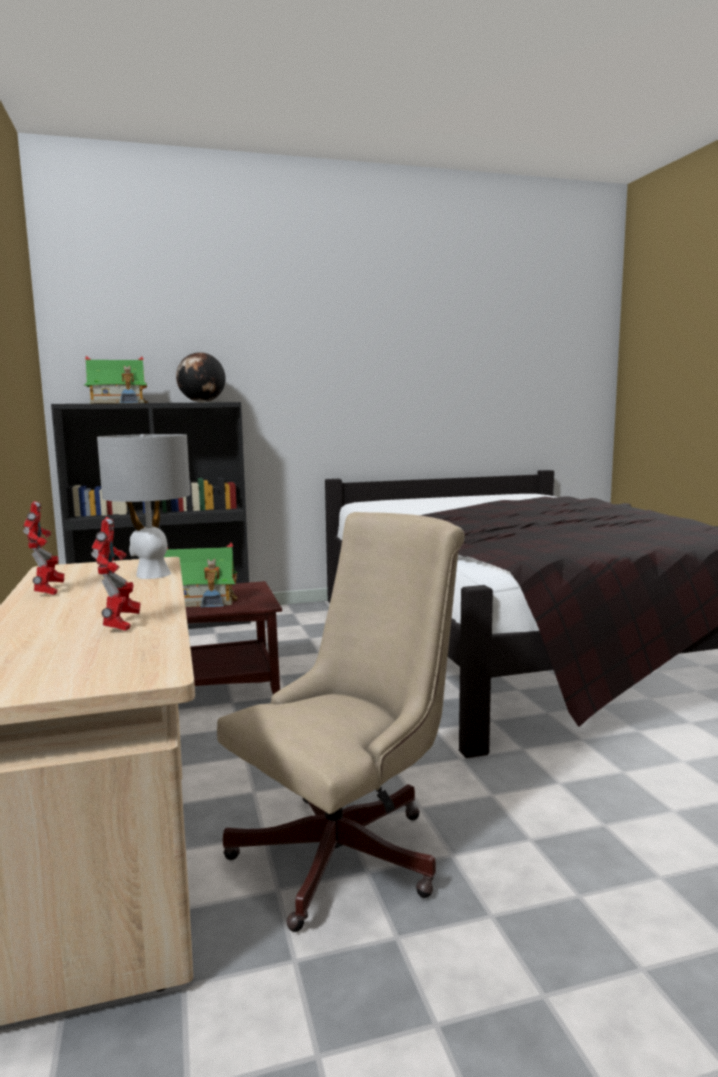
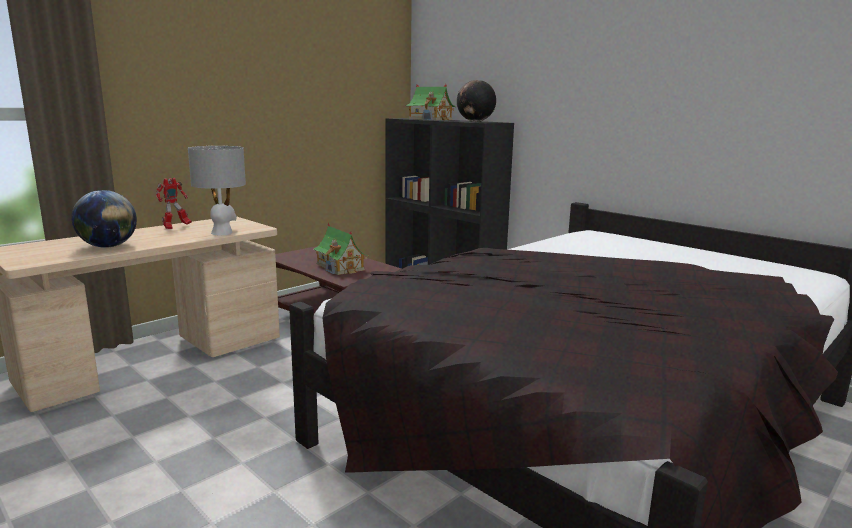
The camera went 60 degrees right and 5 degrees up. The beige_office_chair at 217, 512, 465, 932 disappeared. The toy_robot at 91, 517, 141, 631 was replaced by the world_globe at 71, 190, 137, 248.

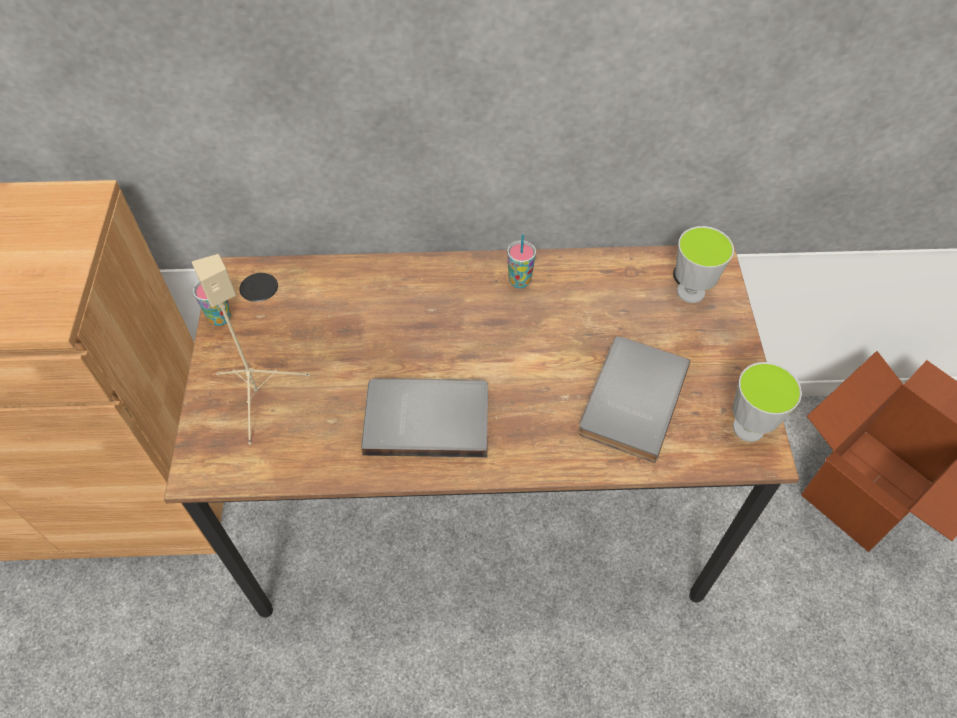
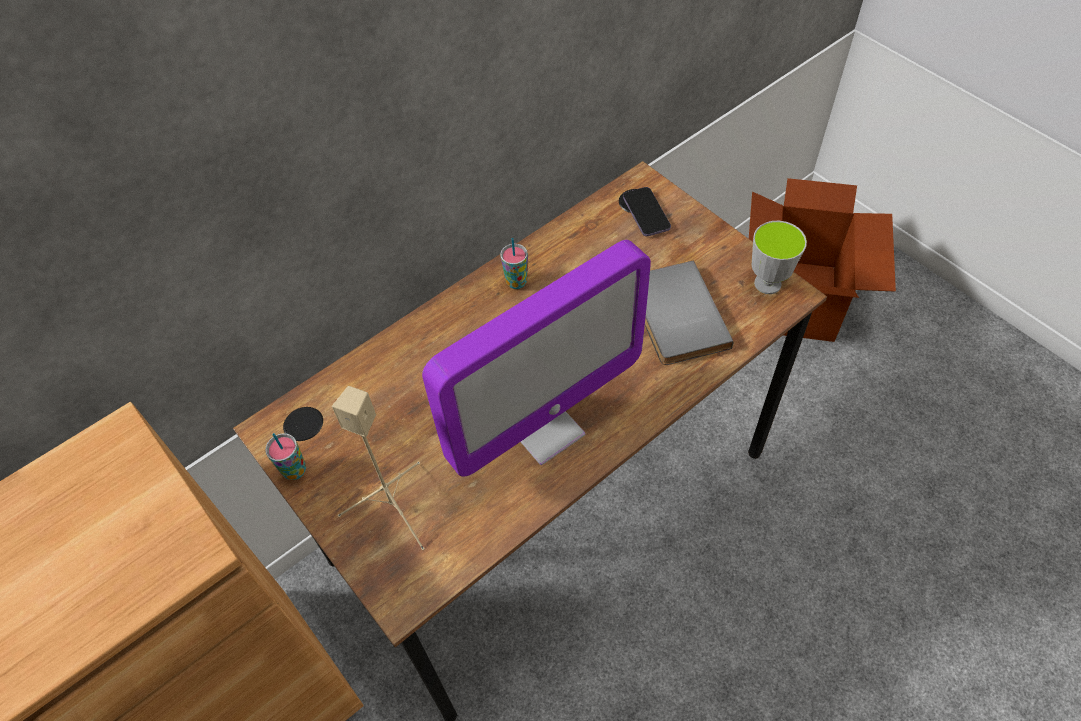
The camera went 35 degrees left and 0 degrees up. The gray_bound_book at 361, 378, 488, 457 was replaced by the monitor at 422, 240, 651, 477. The cup at 675, 226, 734, 303 was replaced by the handset at 623, 187, 671, 236.

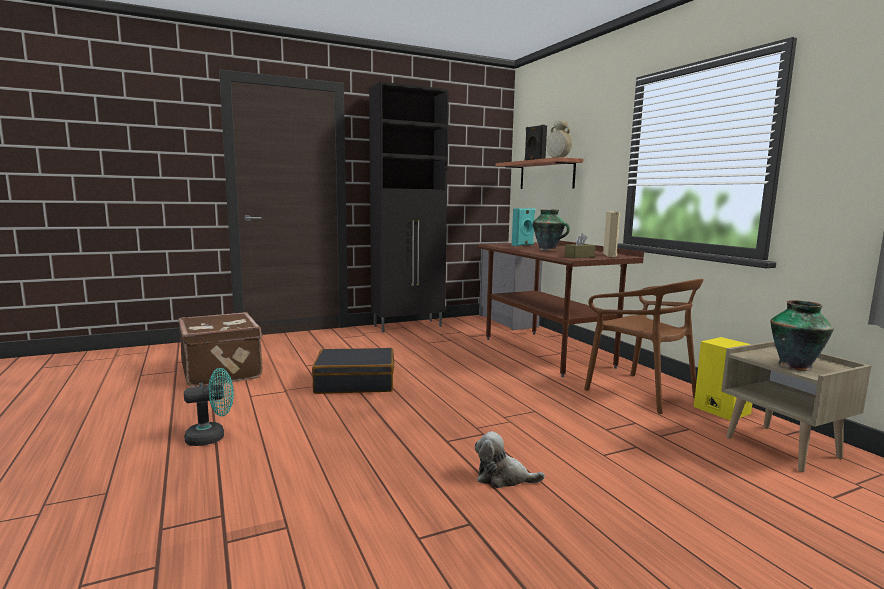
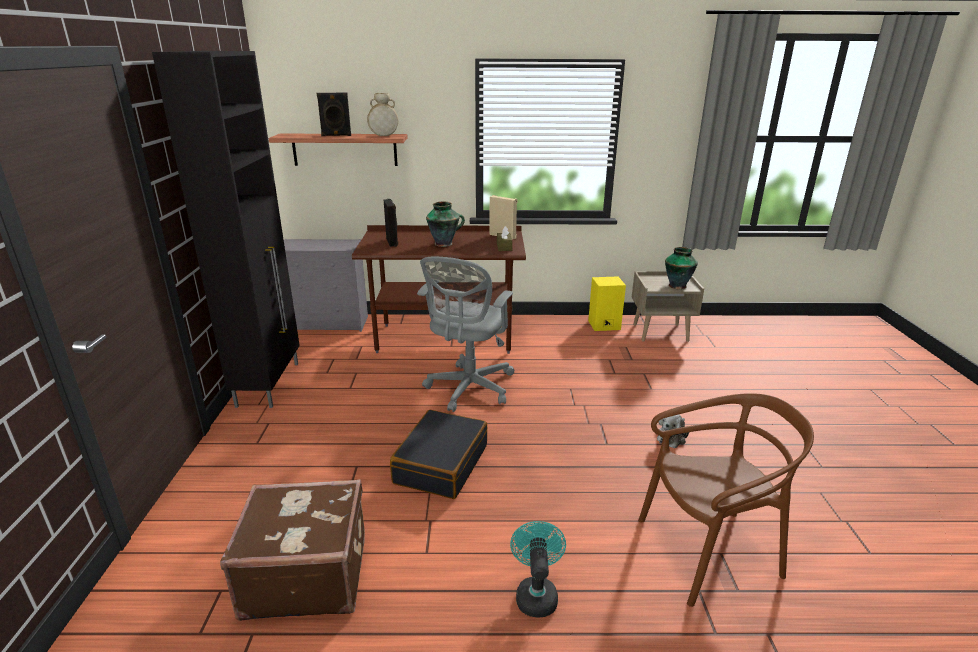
The camera went 65 degrees left and 15 degrees up. The gray_office_chair at 417, 257, 515, 412 appeared. The brown-coloured_chair moved from 584, 279, 703, 414 to 638, 393, 814, 607. The turquoise_loudspeaker at 512, 208, 535, 246 became the black_loudspeaker at 384, 199, 398, 247.

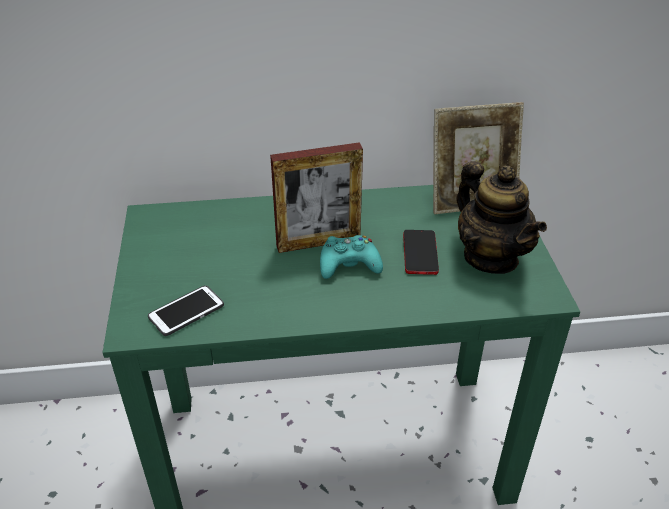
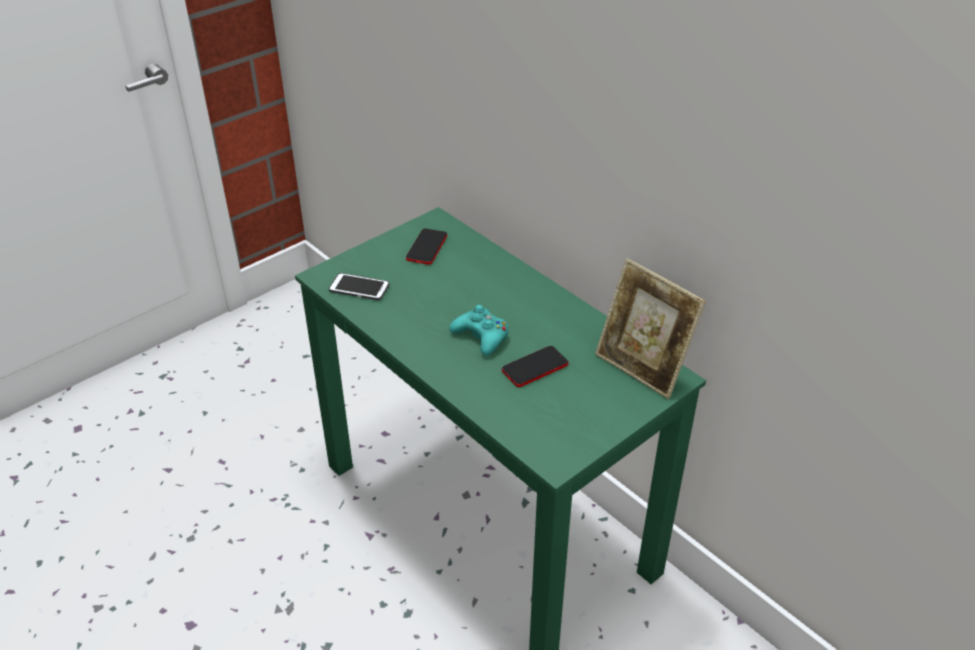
The camera went 55 degrees right and 0 degrees up. The photo_frame at 270, 142, 363, 253 disappeared. The pot_for_tea at 456, 161, 547, 274 disappeared. The handset at 406, 228, 447, 265 appeared.

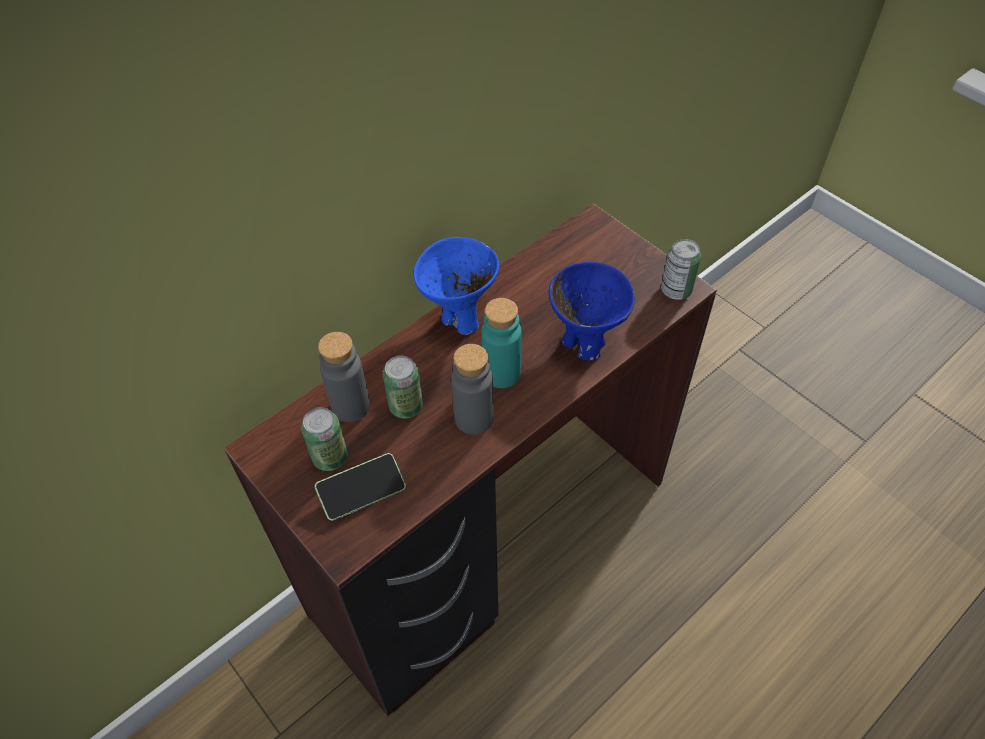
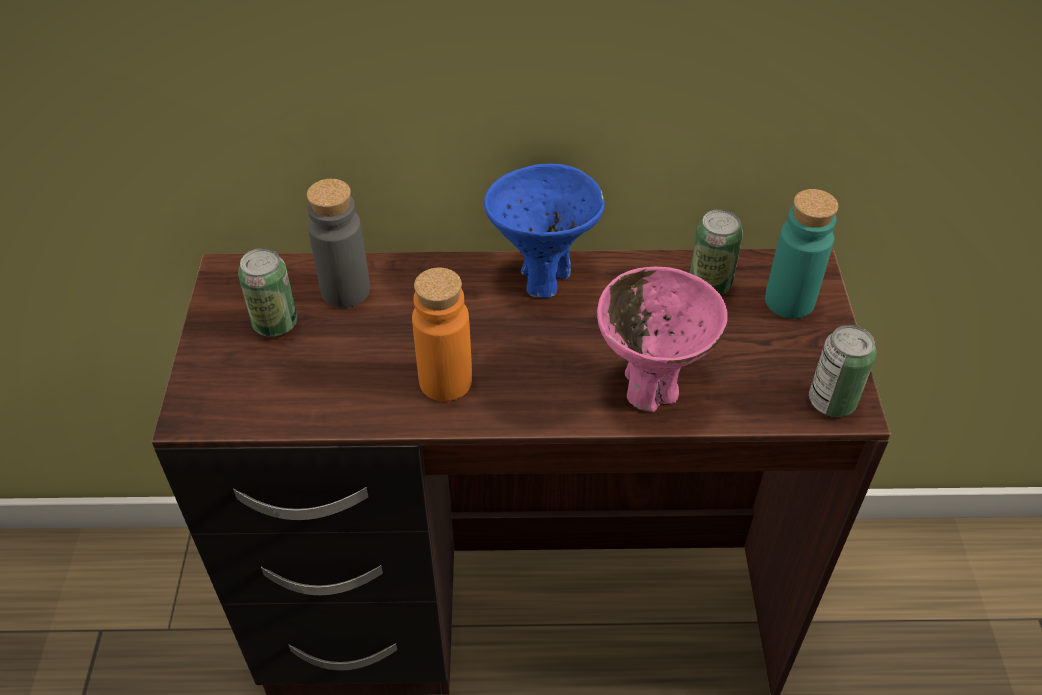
The camera went 40 degrees right and 5 degrees down. The handset at 315, 453, 406, 521 disappeared. The metal_can moved from 383, 356, 423, 418 to 690, 209, 743, 295. The turquoise_drink_bottle moved from 482, 298, 522, 388 to 765, 189, 839, 319. The gray_drink_bottle at 451, 344, 494, 435 became the orange_drink_bottle at 412, 268, 472, 401. The bluish_bowl at 549, 262, 635, 360 became the pinkish_bowl at 597, 267, 728, 412.

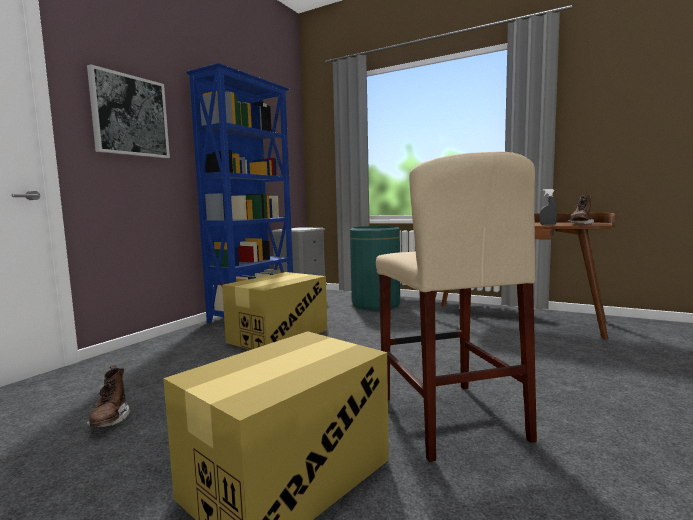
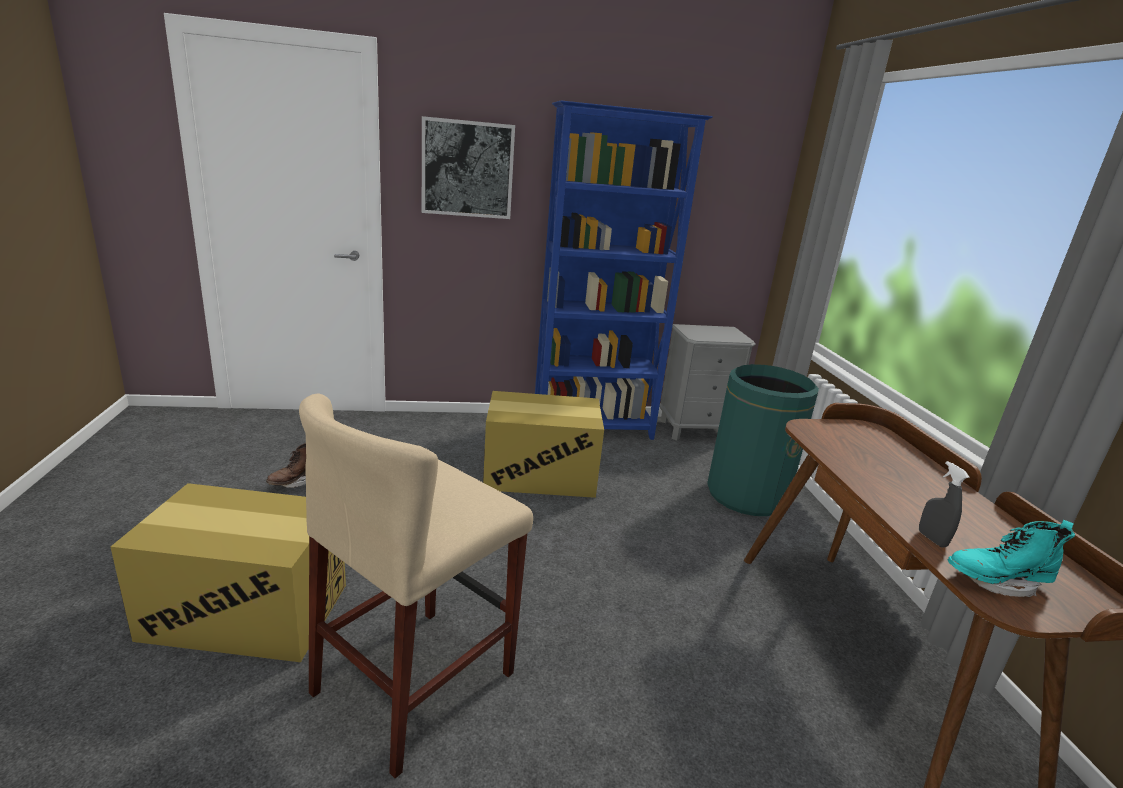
The camera went 50 degrees right and 15 degrees up. The brown-coloured_tall_boot at 568, 195, 594, 224 became the turquoise_tall_boot at 948, 520, 1075, 597.

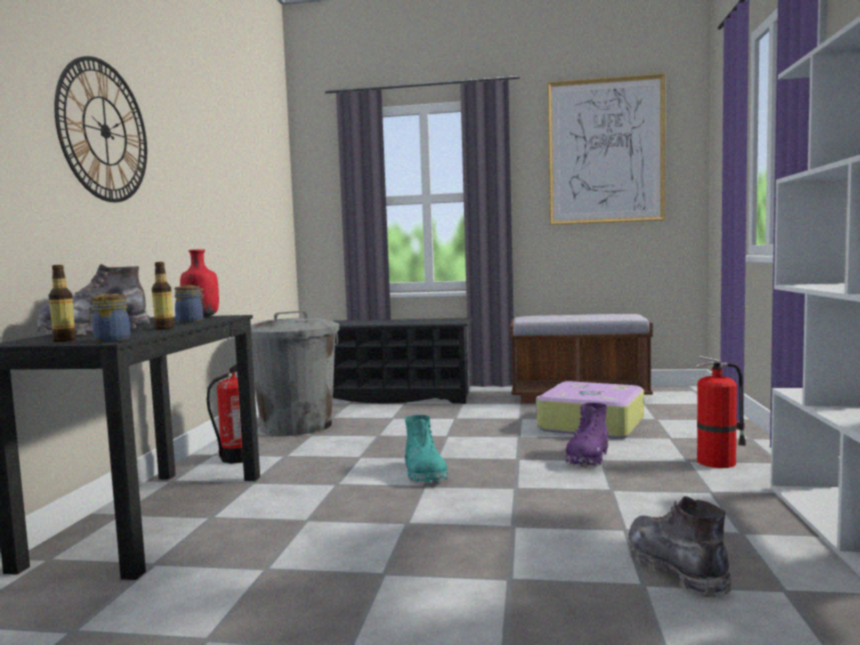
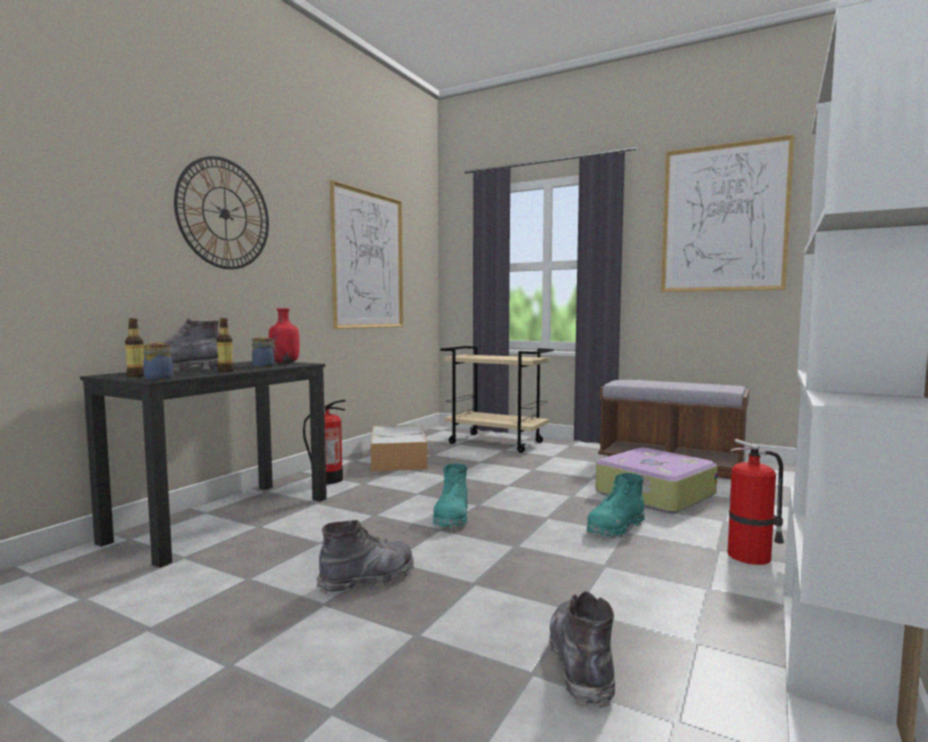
The camera went 20 degrees right and 0 degrees up. The gray_tall_boot at 317, 520, 414, 594 appeared. The wall_art at 330, 180, 403, 329 appeared. The gray_rubbish_bin at 251, 311, 339, 436 was replaced by the storage_bin at 371, 425, 428, 471. The black_shoe_shelf at 333, 318, 473, 404 was replaced by the beige_wheeled_cart at 440, 346, 554, 453. The purple-coloured_tall_boot at 565, 403, 608, 468 became the turquoise_tall_boot at 587, 473, 645, 538.

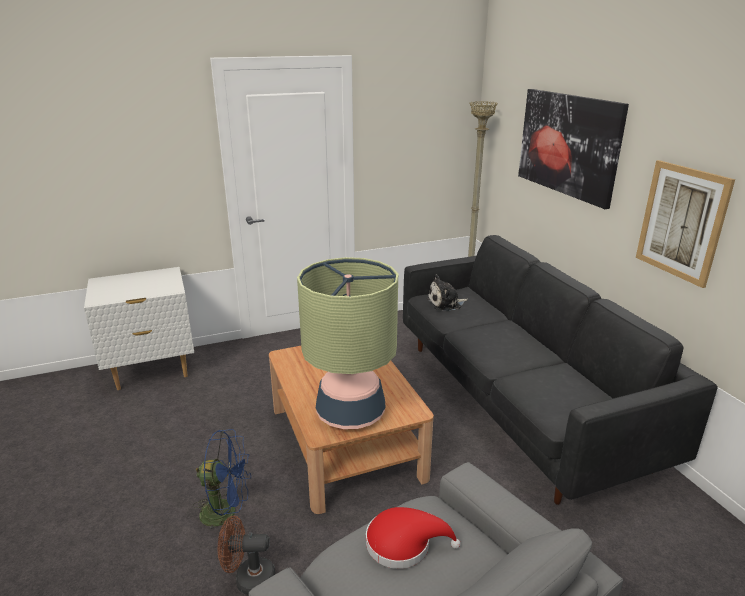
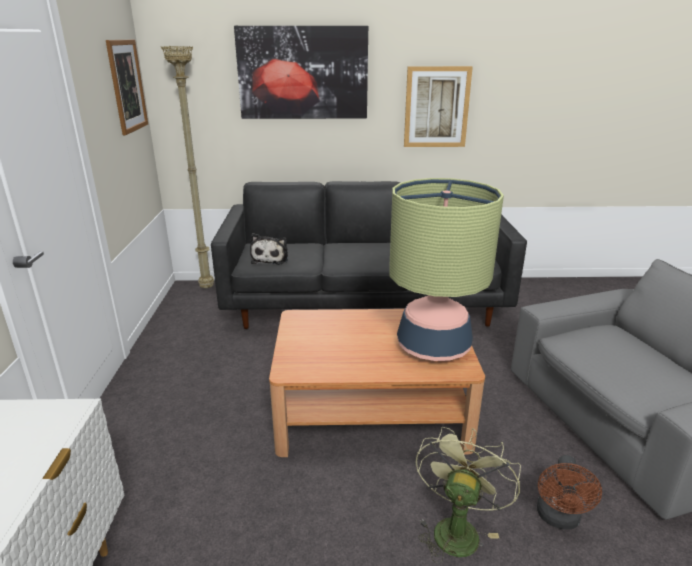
The camera went 70 degrees left and 0 degrees up. The red_clothing_hat at 366, 507, 461, 569 disappeared. The wall_art at 106, 39, 148, 135 appeared. The bluish_electric_fan at 192, 429, 251, 538 became the green_electric_fan at 416, 427, 521, 564.

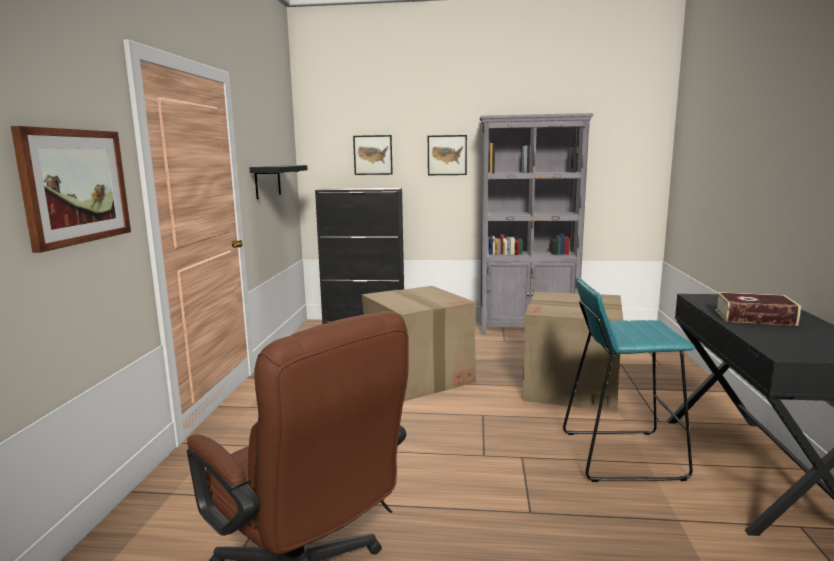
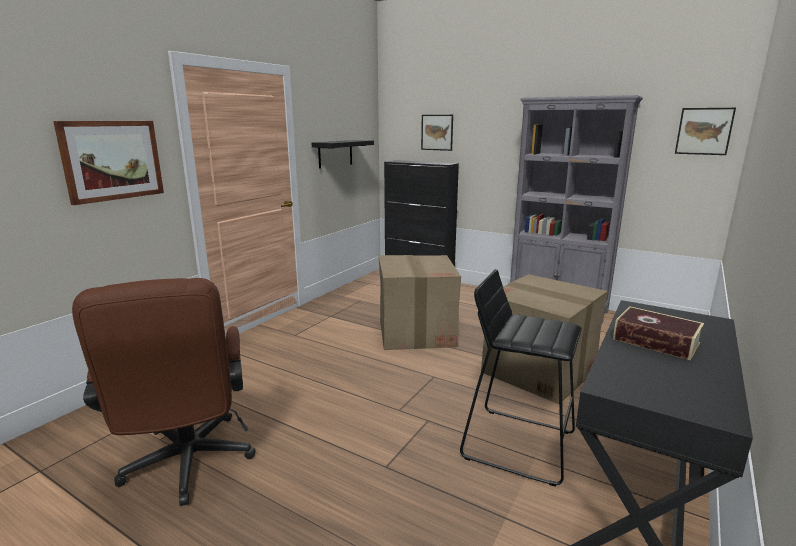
The camera went 25 degrees right and 5 degrees up. The wall_art moved from 428, 135, 467, 175 to 675, 108, 736, 155. The turquoise_sitting_stool at 563, 278, 695, 482 became the black_sitting_stool at 460, 269, 582, 486.

